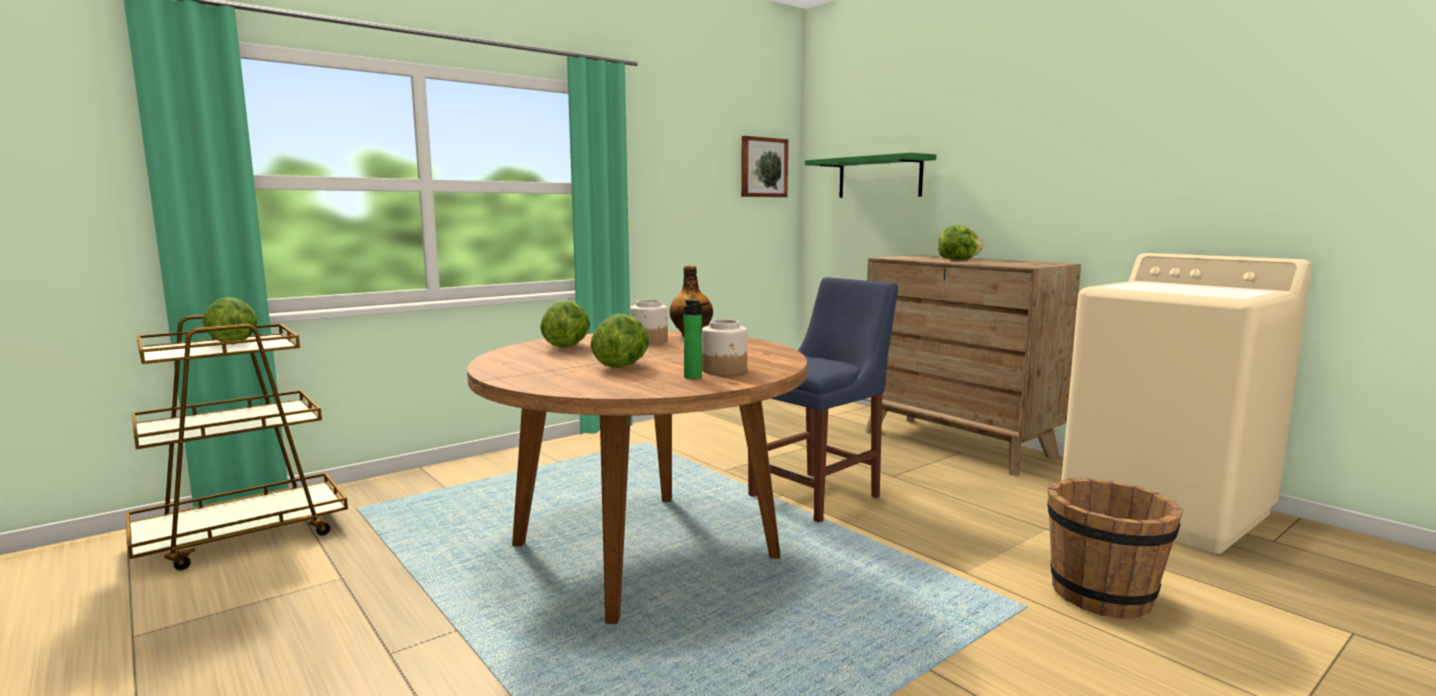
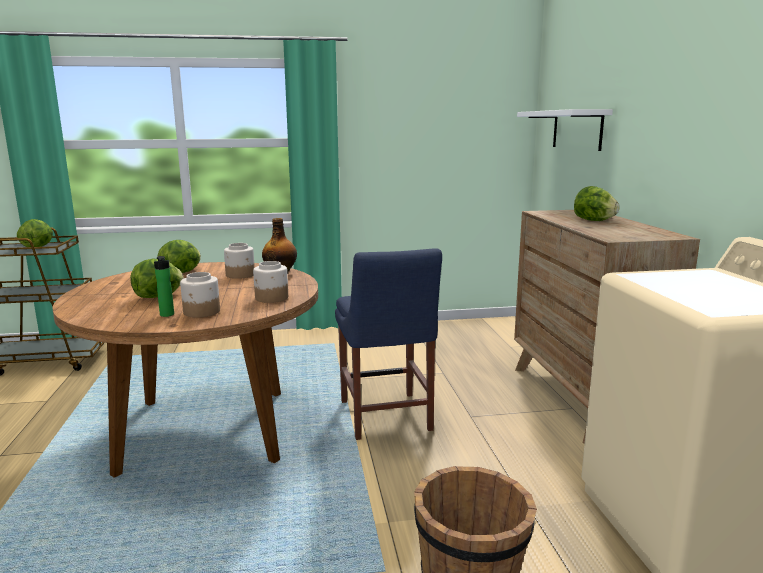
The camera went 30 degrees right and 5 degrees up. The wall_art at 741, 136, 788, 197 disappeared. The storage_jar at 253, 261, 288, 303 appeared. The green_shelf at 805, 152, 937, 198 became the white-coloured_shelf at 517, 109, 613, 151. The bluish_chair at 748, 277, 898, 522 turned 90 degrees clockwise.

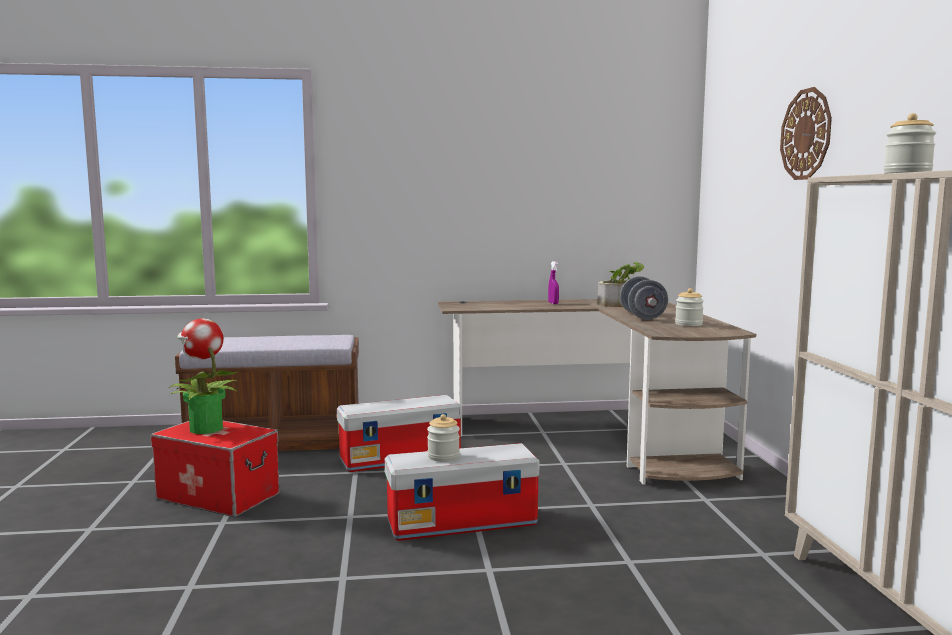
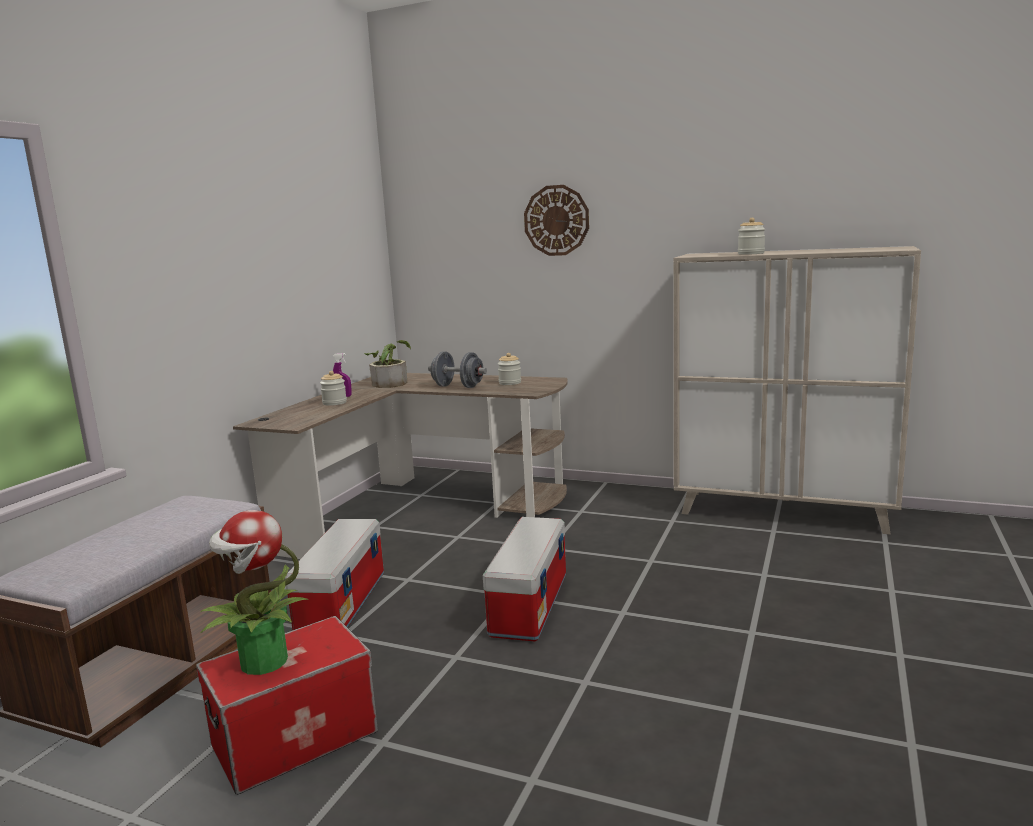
The camera went 60 degrees left and 5 degrees up. The storage_jar moved from 427, 414, 460, 462 to 320, 371, 347, 406.

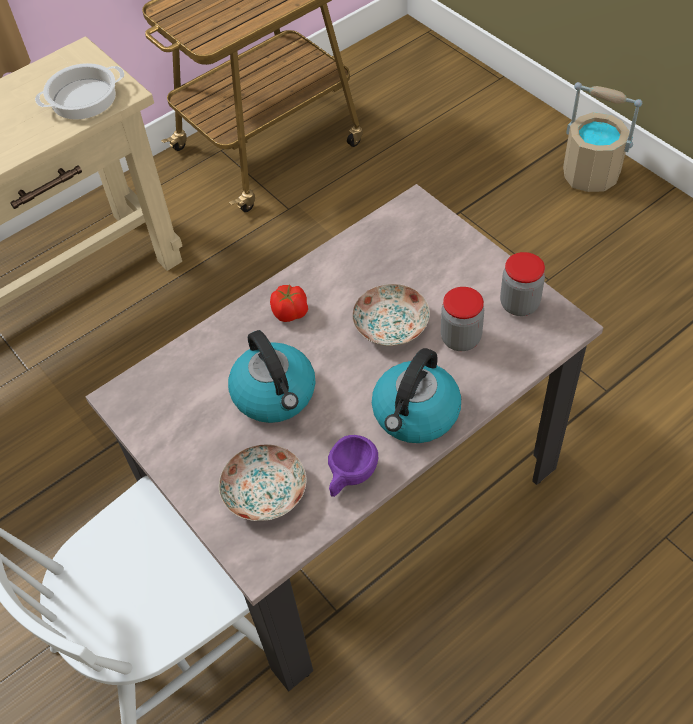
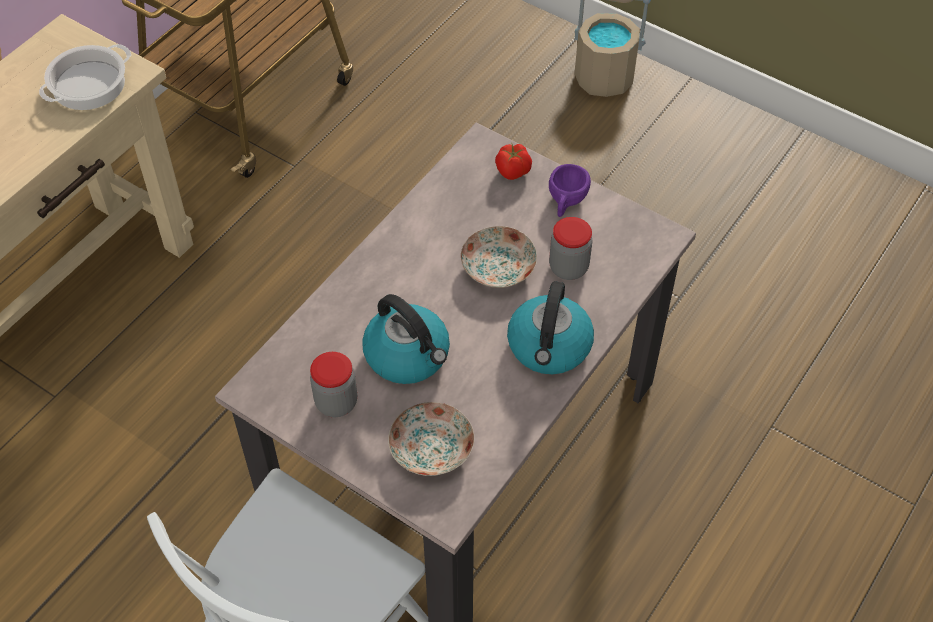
The camera went 20 degrees left and 0 degrees up. The whole_tomato moved from 270, 284, 308, 322 to 495, 144, 532, 180. The purple-coloured_cup moved from 328, 435, 378, 497 to 549, 164, 591, 217. The storage_jar moved from 500, 252, 545, 316 to 310, 352, 357, 417.

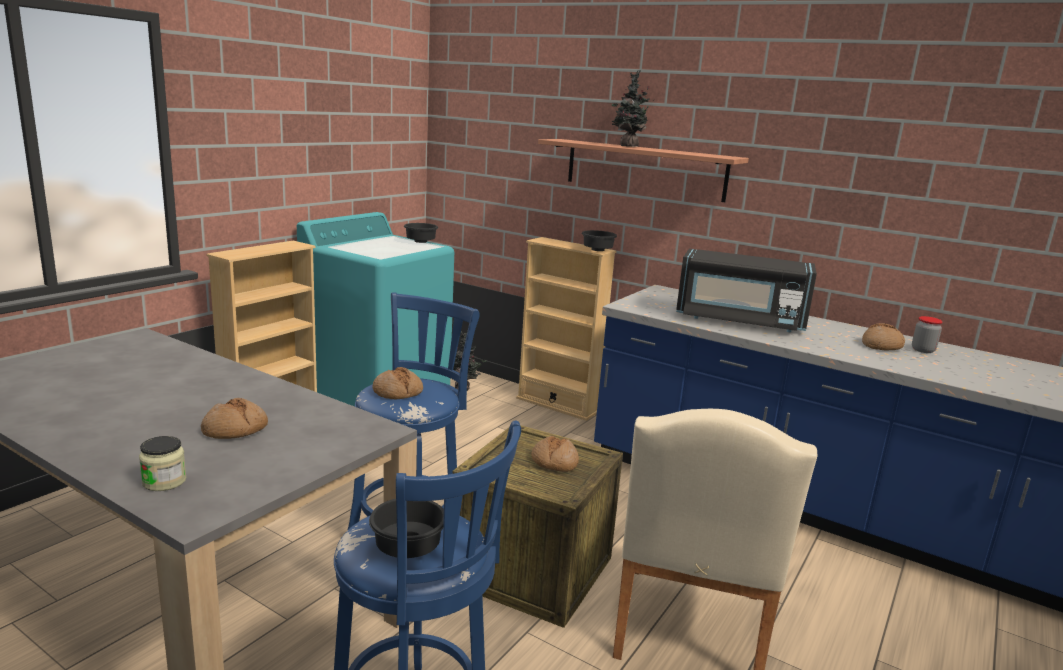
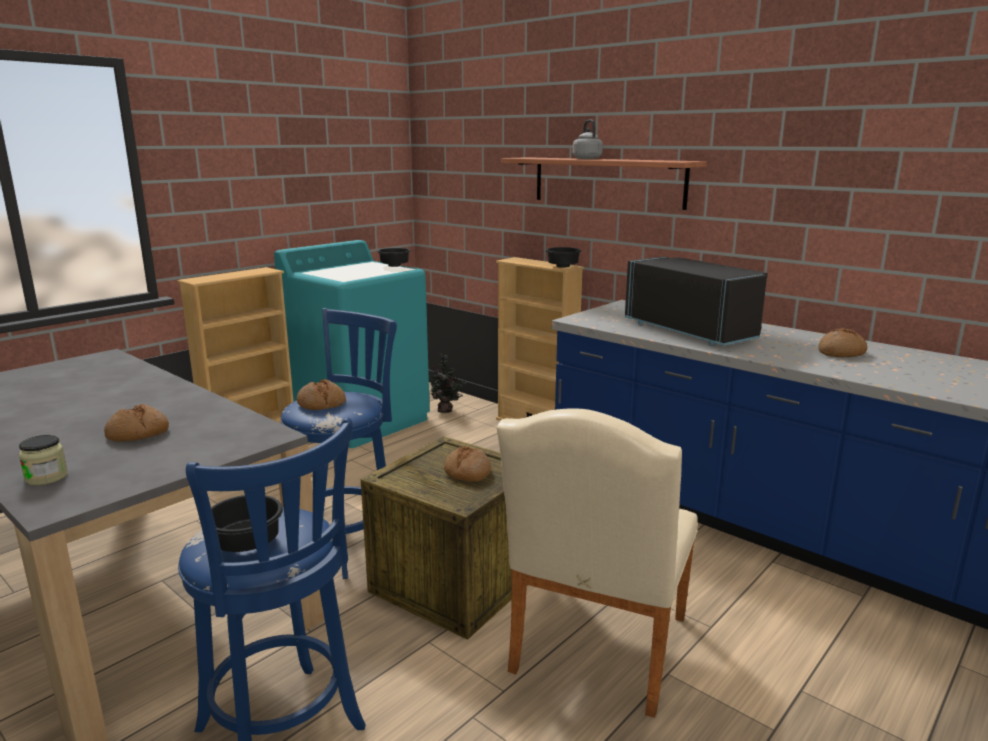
The camera went 10 degrees right and 0 degrees up. The storage_jar at 912, 316, 943, 353 disappeared. The plant_in_a_pot at 611, 70, 649, 147 was replaced by the gray_tea_kettle at 573, 120, 603, 159. The black_microwave_oven at 676, 248, 817, 332 turned 150 degrees counterclockwise.

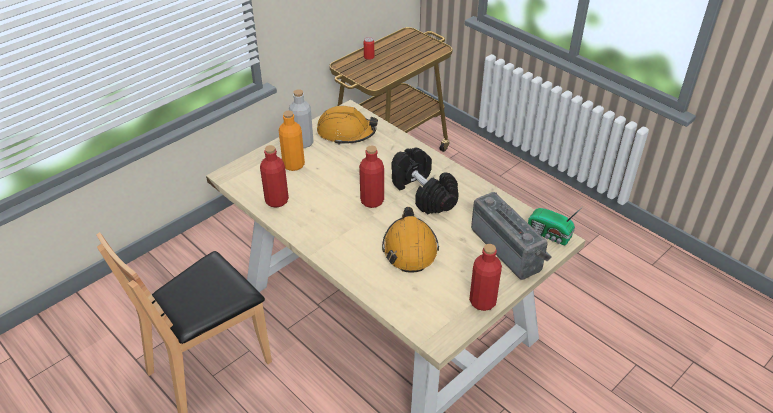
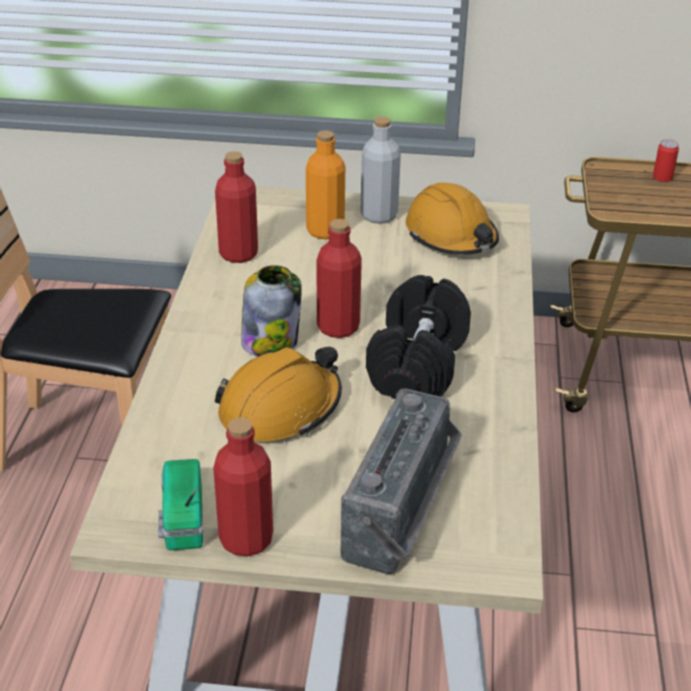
The camera went 50 degrees right and 5 degrees down. The storage_jar at 241, 265, 302, 357 appeared. The radio_receiver moved from 528, 207, 582, 245 to 158, 459, 203, 551.

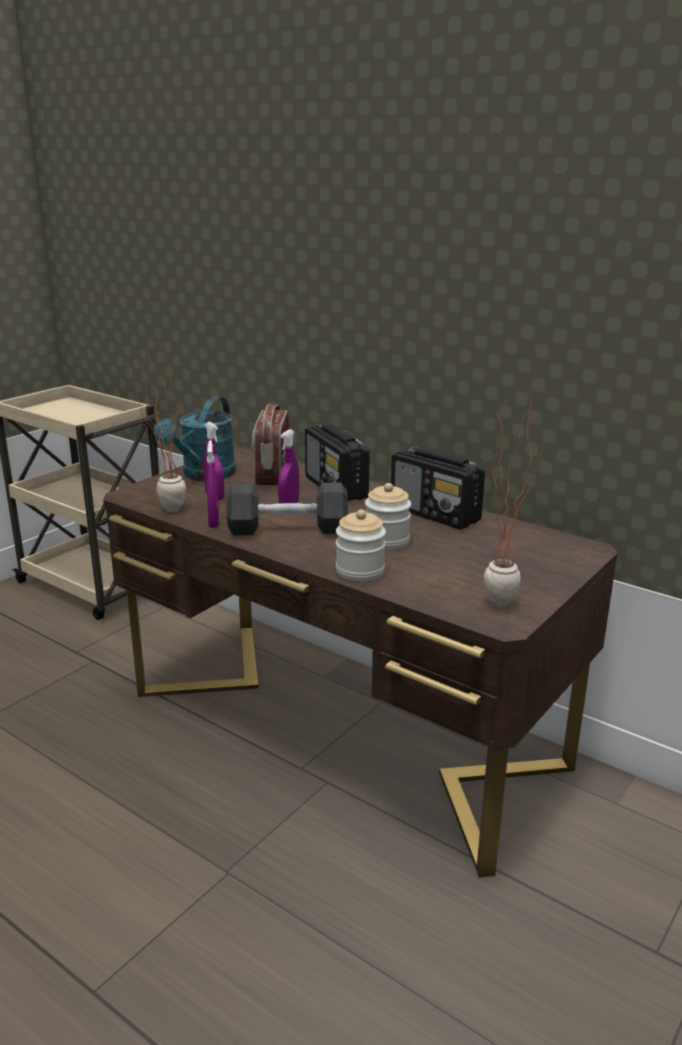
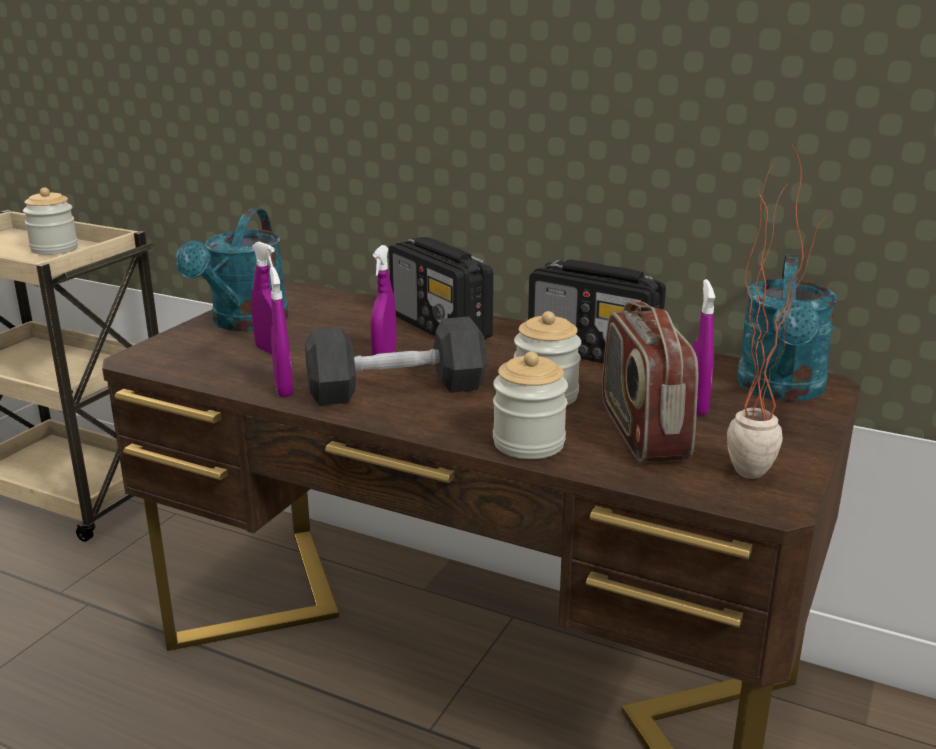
The camera went 10 degrees left and 0 degrees up. The plant_in_a_pot at 126, 337, 186, 512 disappeared. The storage_jar at 23, 188, 78, 255 appeared. The purple-coloured_hand_sprayer at 692, 279, 715, 415 appeared. The turquoise_sprinkling_can at 737, 254, 837, 401 appeared. The radio_receiver moved from 252, 404, 289, 485 to 602, 302, 698, 462.

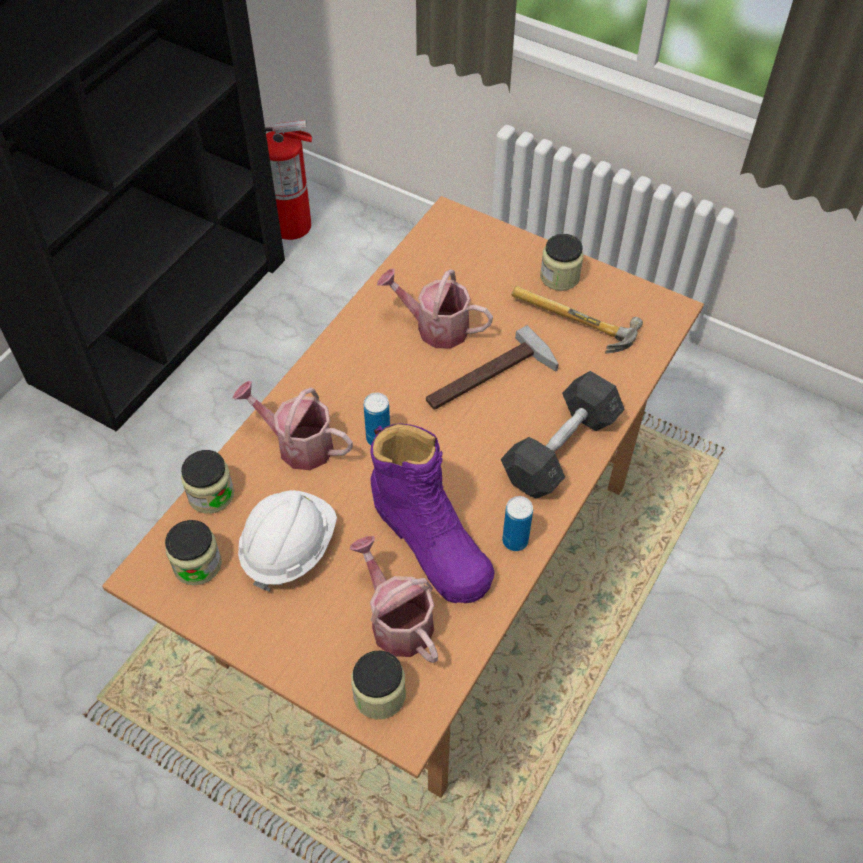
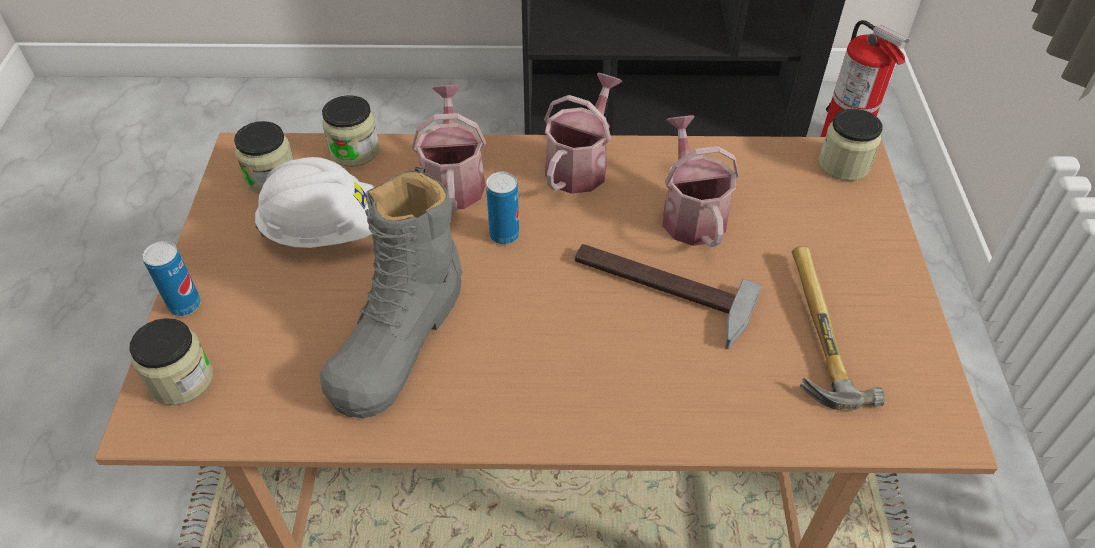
The camera went 60 degrees right and 5 degrees down. The gray_dumbbell at 501, 371, 625, 499 disappeared. The sprinkling_can moved from 350, 536, 438, 663 to 544, 73, 623, 194. The metal_can moved from 502, 496, 533, 551 to 142, 241, 201, 316. The storage_jar moved from 540, 234, 584, 291 to 819, 109, 883, 181. The purple-coloured_tall_boot at 370, 423, 495, 603 became the gray_tall_boot at 319, 167, 463, 418.

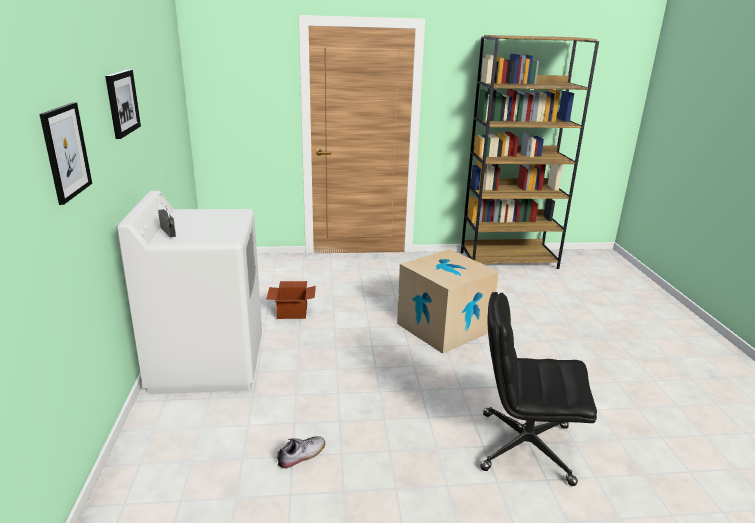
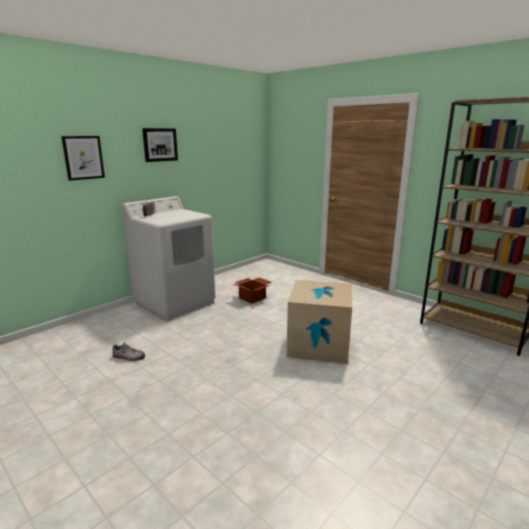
The camera went 50 degrees right and 5 degrees down. The black_office_chair at 480, 292, 597, 486 disappeared.

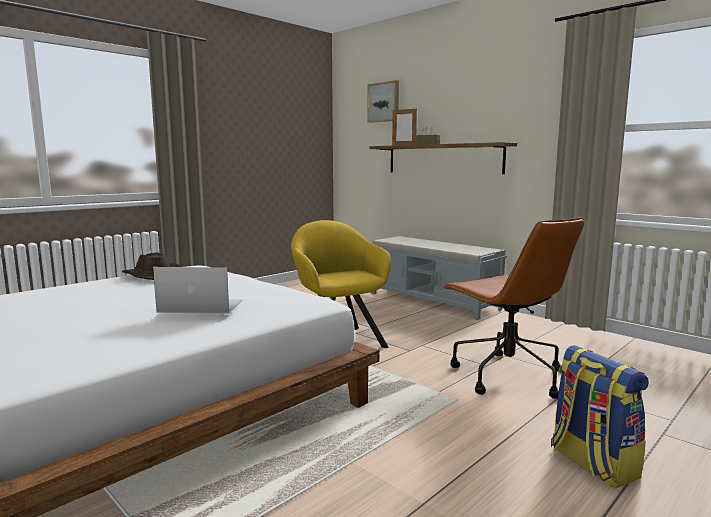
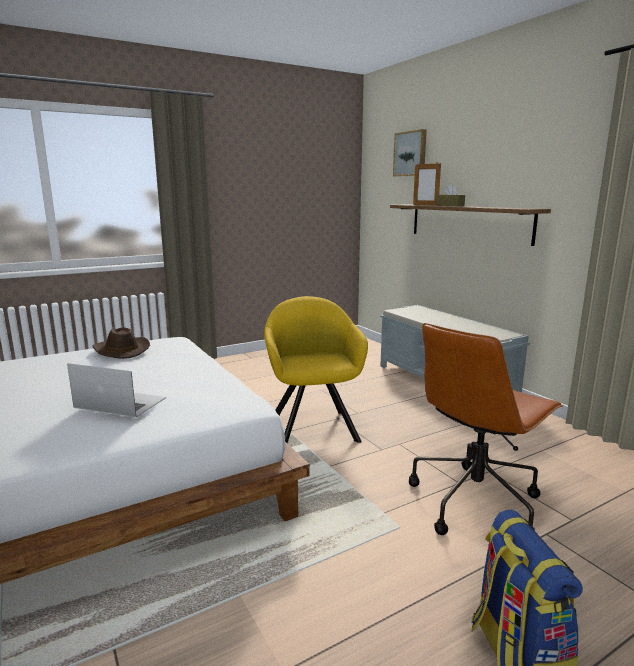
The camera went 15 degrees right and 5 degrees up. The brown-coloured_office_chair at 443, 217, 585, 399 turned 60 degrees clockwise.

